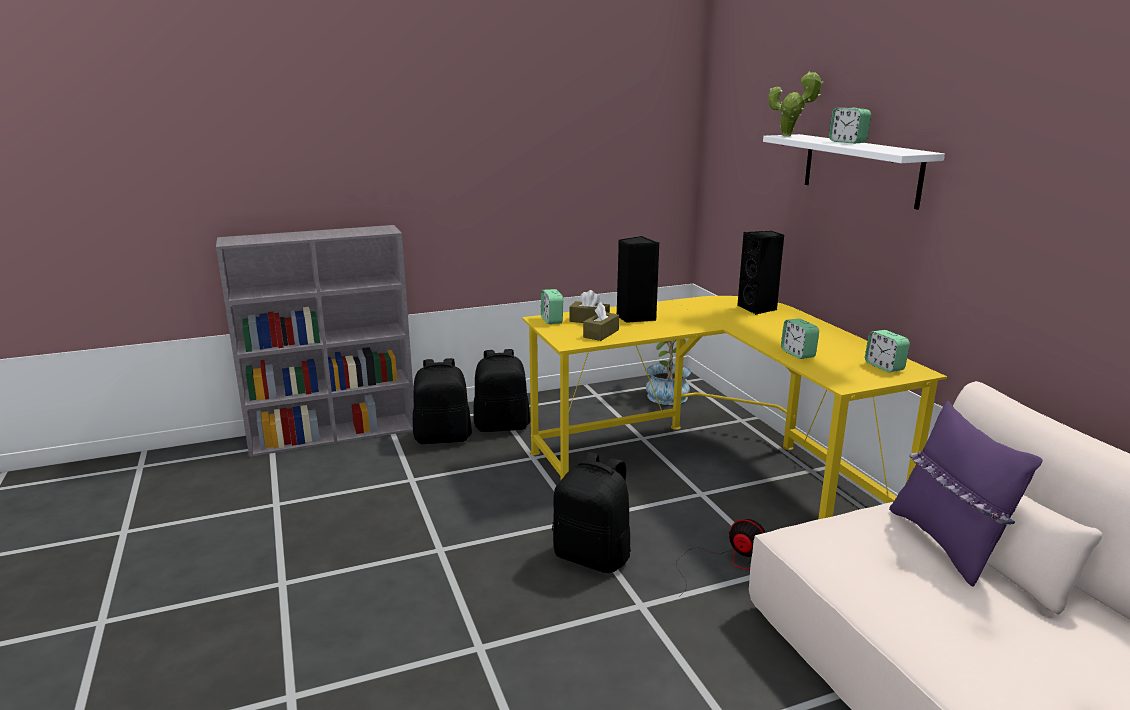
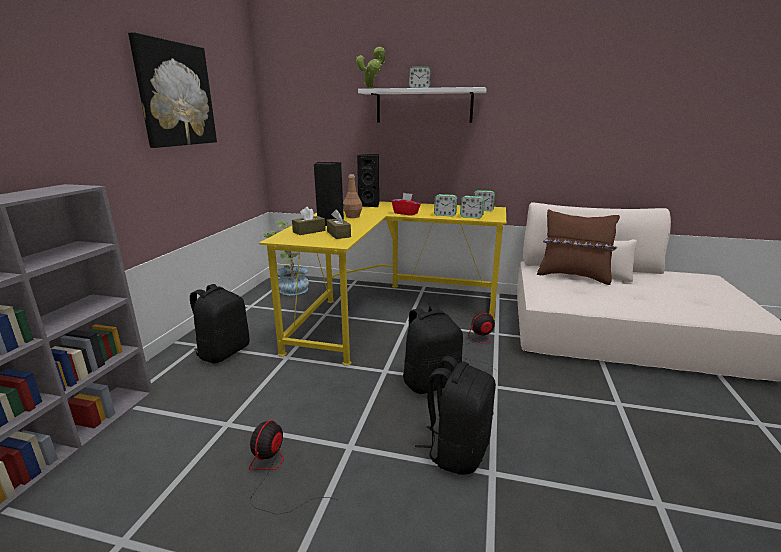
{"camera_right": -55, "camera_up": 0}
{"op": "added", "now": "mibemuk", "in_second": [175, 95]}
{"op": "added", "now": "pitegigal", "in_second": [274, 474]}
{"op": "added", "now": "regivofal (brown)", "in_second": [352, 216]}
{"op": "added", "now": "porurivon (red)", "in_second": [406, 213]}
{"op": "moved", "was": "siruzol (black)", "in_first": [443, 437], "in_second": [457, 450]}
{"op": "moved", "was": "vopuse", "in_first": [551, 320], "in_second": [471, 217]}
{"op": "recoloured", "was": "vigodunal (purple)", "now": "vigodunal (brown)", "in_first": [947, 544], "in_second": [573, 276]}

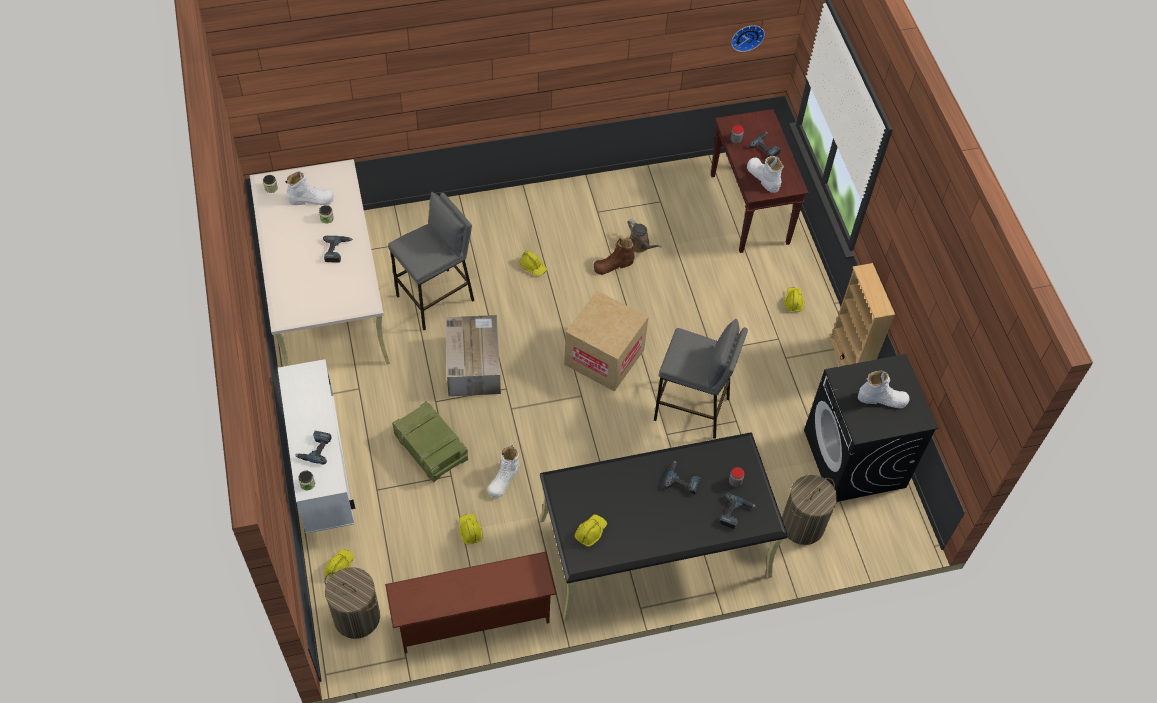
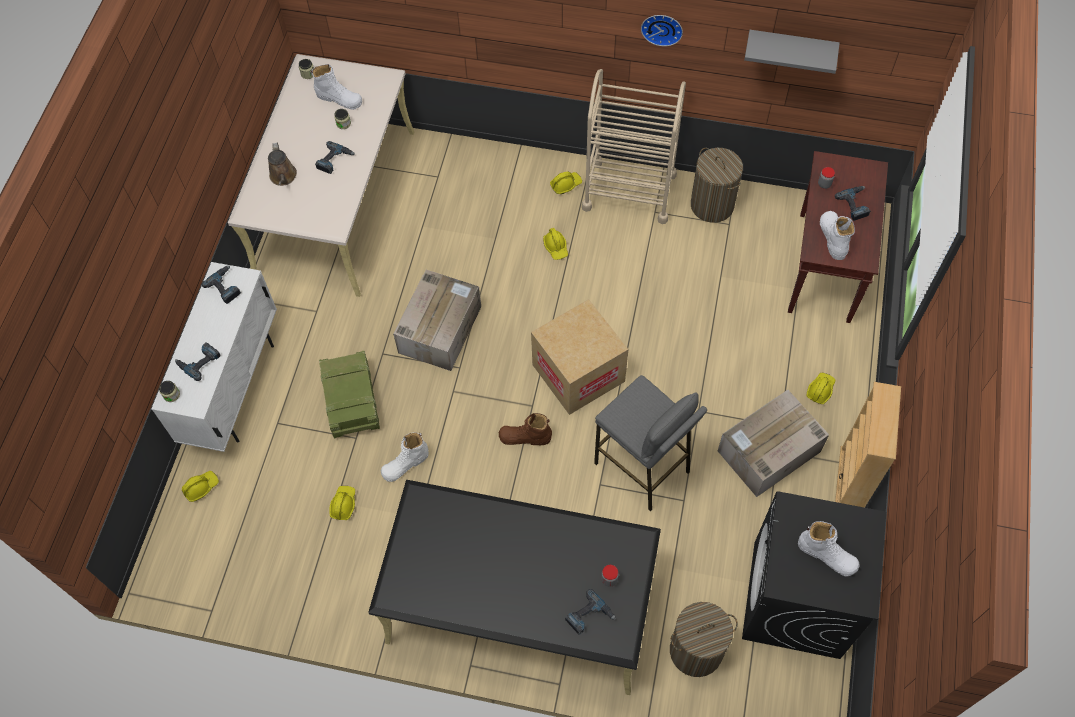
{"camera_right": 30, "camera_up": 5}
{"op": "moved", "was": "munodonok", "in_first": [682, 480], "in_second": [225, 286]}
{"op": "moved", "was": "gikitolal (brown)", "in_first": [640, 245], "in_second": [283, 177]}
{"op": "moved", "was": "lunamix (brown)", "in_first": [613, 265], "in_second": [525, 437]}
{"op": "moved", "was": "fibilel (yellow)", "in_first": [590, 532], "in_second": [565, 184]}
{"op": "added", "now": "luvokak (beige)", "in_second": [629, 191]}
{"op": "moved", "was": "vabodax", "in_first": [747, 36], "in_second": [662, 28]}
{"op": "moved", "was": "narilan", "in_first": [357, 617], "in_second": [712, 205]}
{"op": "added", "now": "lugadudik", "in_second": [768, 452]}
{"op": "added", "now": "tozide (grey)", "in_second": [791, 47]}
{"op": "removed", "was": "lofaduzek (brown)", "in_first": [473, 619]}
{"op": "removed", "was": "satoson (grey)", "in_first": [436, 299]}

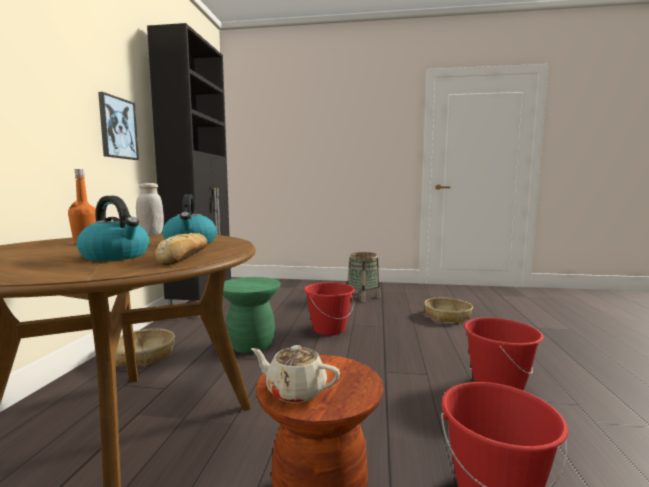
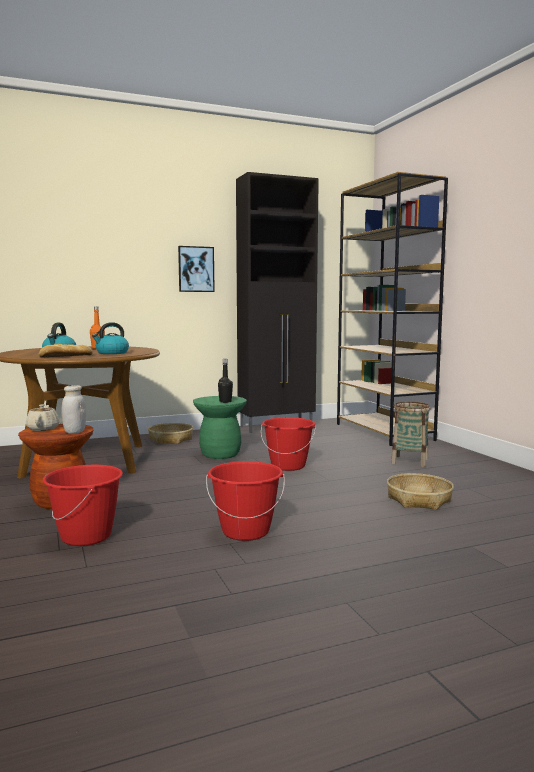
{"camera_right": 60, "camera_up": 0}
{"op": "moved", "was": "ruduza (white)", "in_first": [151, 234], "in_second": [74, 432]}
{"op": "added", "now": "regivofal (black)", "in_second": [225, 401]}
{"op": "added", "now": "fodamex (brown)", "in_second": [384, 432]}

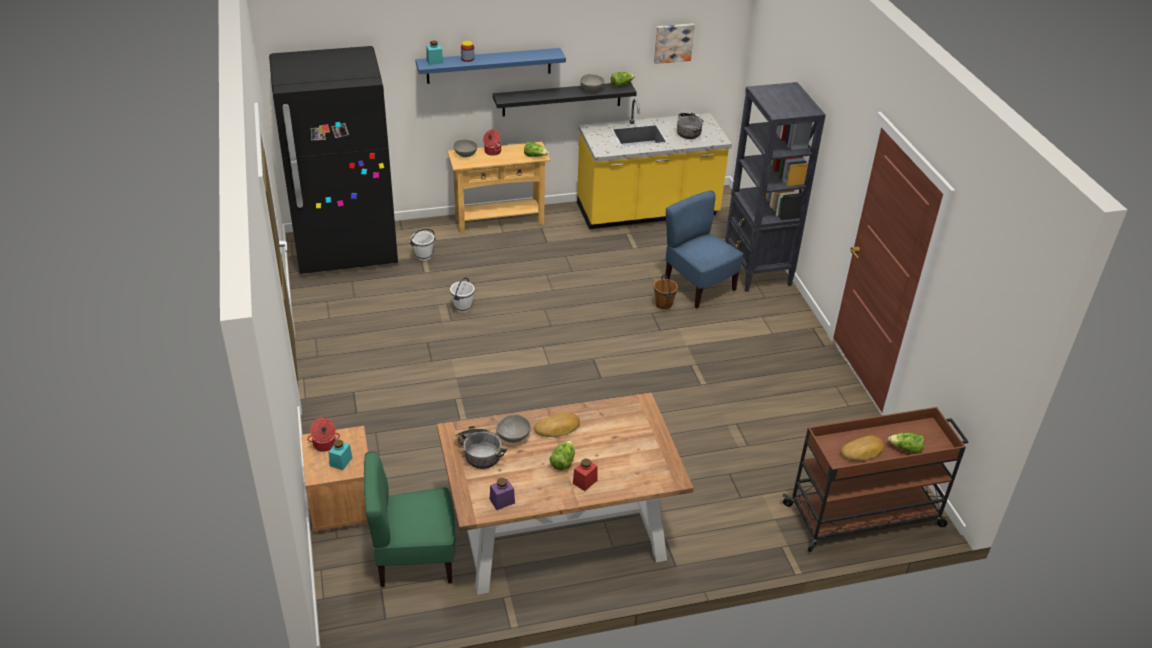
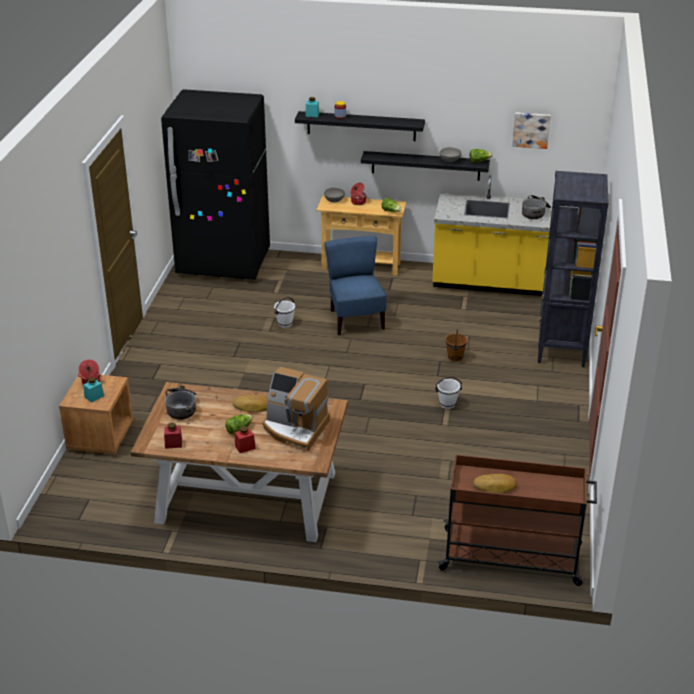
{"camera_right": 25, "camera_up": -5}
{"op": "recoloured", "was": "ruduza (purple)", "now": "ruduza (red)", "in_first": [502, 501], "in_second": [173, 443]}
{"op": "added", "now": "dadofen", "in_second": [295, 428]}
{"op": "recoloured", "was": "tozide (blue)", "now": "tozide (black)", "in_first": [489, 65], "in_second": [361, 126]}
{"op": "moved", "was": "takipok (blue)", "in_first": [698, 286], "in_second": [355, 320]}
{"op": "moved", "was": "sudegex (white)", "in_first": [423, 256], "in_second": [447, 404]}
{"op": "removed", "was": "takipok (green)", "in_first": [414, 559]}
{"op": "removed", "was": "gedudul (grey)", "in_first": [513, 437]}
{"op": "removed", "was": "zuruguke", "in_first": [906, 449]}

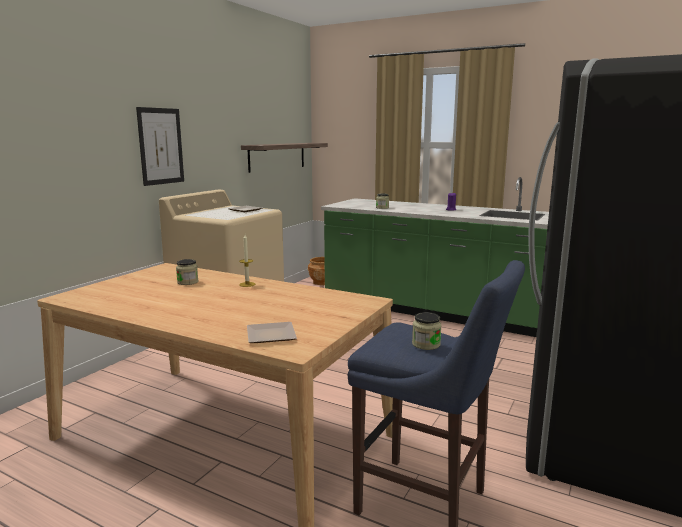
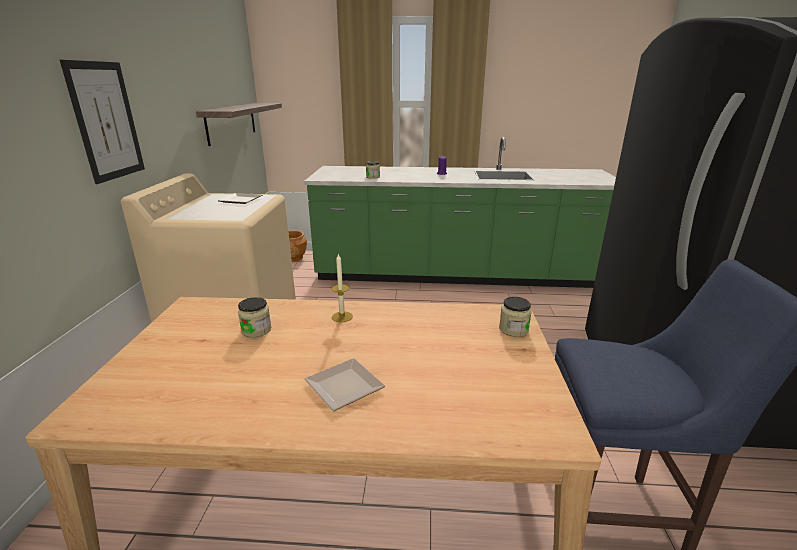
{"camera_right": -25, "camera_up": 10}
{"op": "moved", "was": "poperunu", "in_first": [273, 336], "in_second": [347, 387]}
{"op": "moved", "was": "ruduza", "in_first": [426, 344], "in_second": [513, 329]}

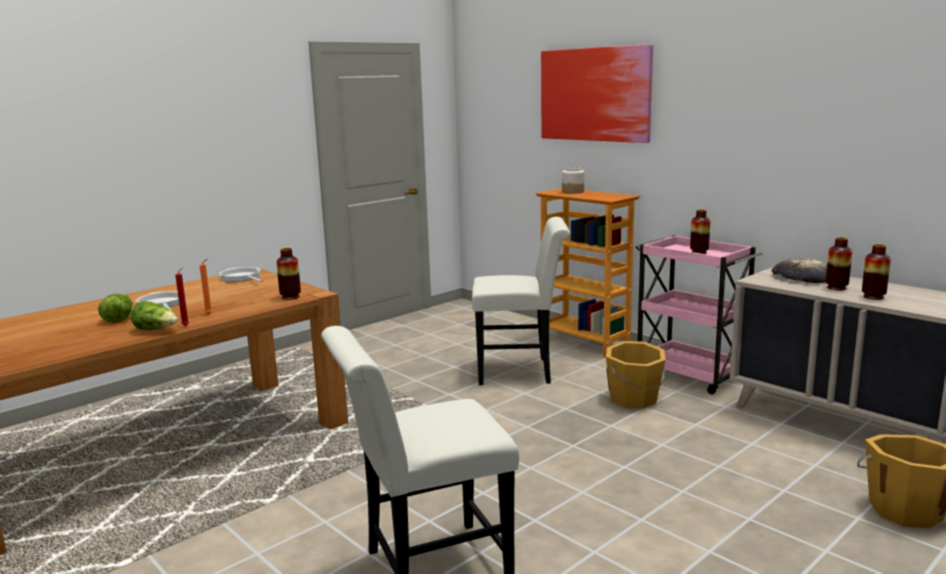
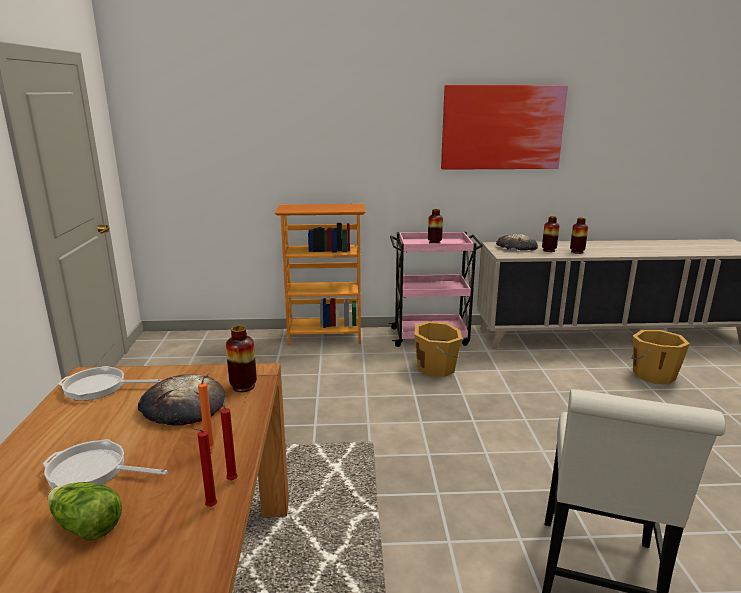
{"camera_right": -50, "camera_up": 5}
{"op": "added", "now": "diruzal", "in_second": [183, 405]}
{"op": "replaced", "was": "zuruguke", "now": "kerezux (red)", "in_first": [156, 330], "in_second": [209, 507]}
{"op": "moved", "was": "mibemuk", "in_first": [595, 94], "in_second": [502, 127]}
{"op": "removed", "was": "takipok (white)", "in_first": [520, 371]}
{"op": "removed", "was": "ruduza", "in_first": [573, 192]}

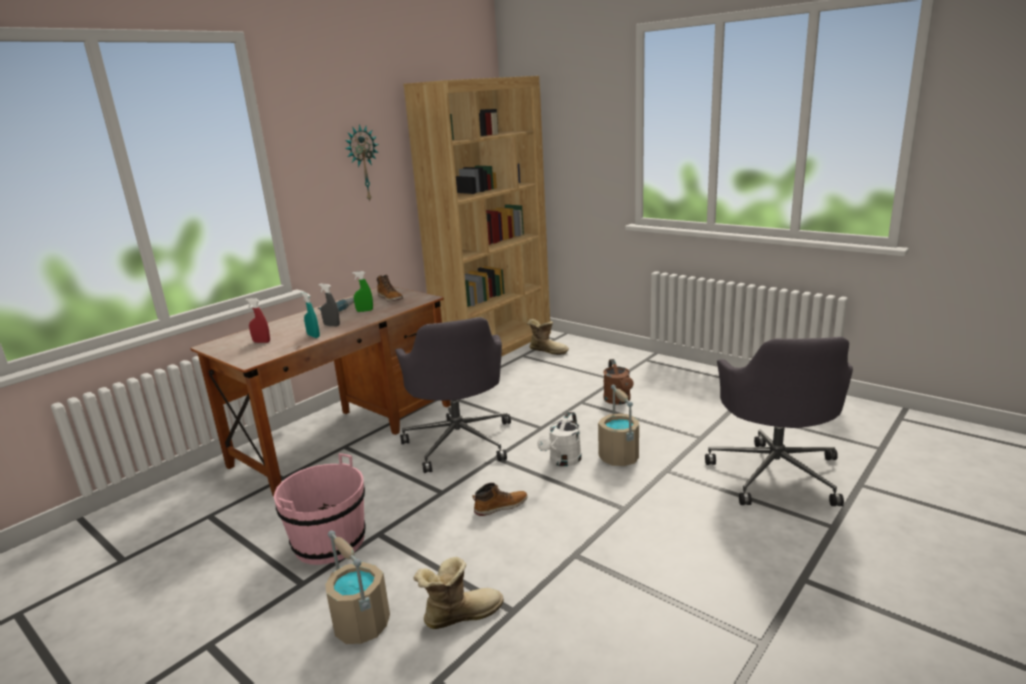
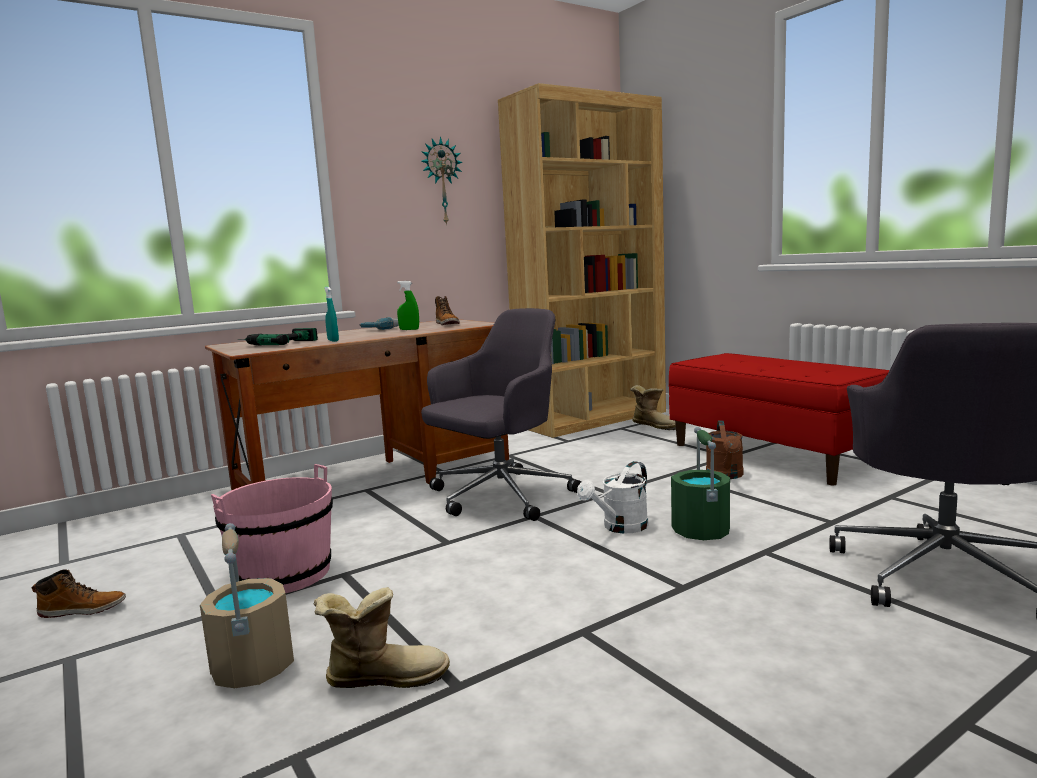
{"camera_right": 15, "camera_up": -10}
{"op": "moved", "was": "lunamix", "in_first": [500, 506], "in_second": [83, 609]}
{"op": "replaced", "was": "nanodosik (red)", "now": "munodonok", "in_first": [261, 342], "in_second": [276, 343]}
{"op": "turned", "was": "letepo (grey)", "in_first": [459, 441], "in_second": [499, 497], "clockwise": -135}
{"op": "added", "now": "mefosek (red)", "in_second": [772, 455]}
{"op": "recoloured", "was": "sudegex (beige)", "now": "sudegex (green)", "in_first": [619, 457], "in_second": [701, 531]}
{"op": "removed", "was": "nanodosik (grey)", "in_first": [332, 325]}

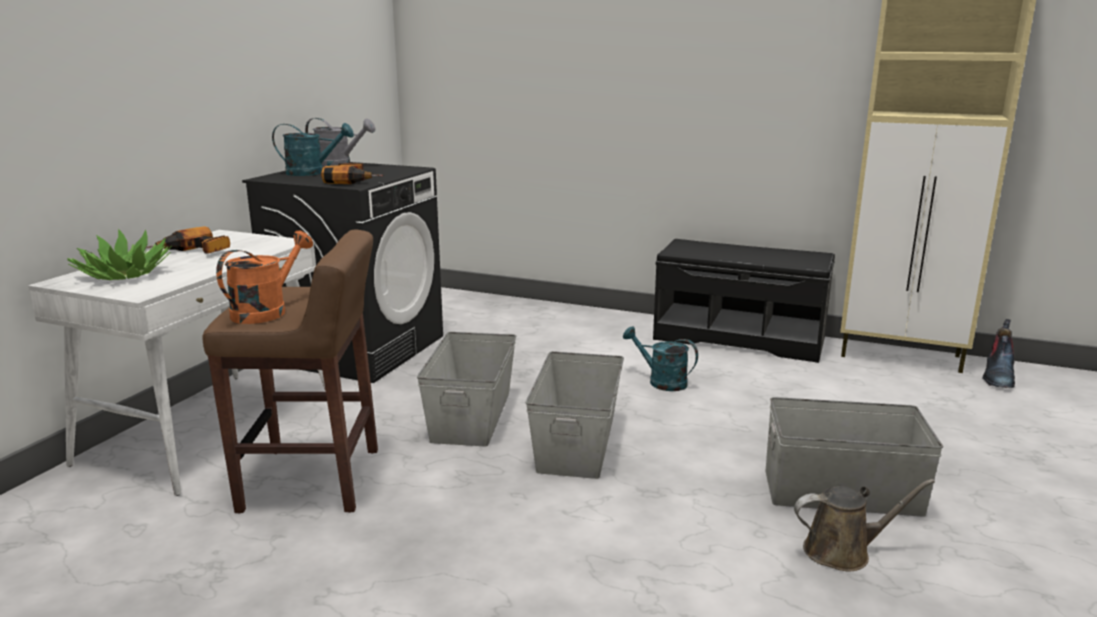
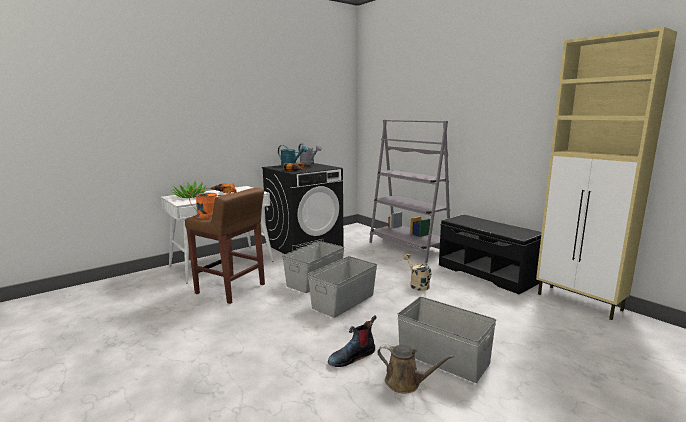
{"camera_right": 30, "camera_up": -5}
{"op": "moved", "was": "lunamix", "in_first": [998, 376], "in_second": [352, 356]}
{"op": "added", "now": "fodamex (grey)", "in_second": [408, 248]}
{"op": "recoloured", "was": "gikitolal (turquoise)", "now": "gikitolal (beige)", "in_first": [661, 381], "in_second": [417, 284]}

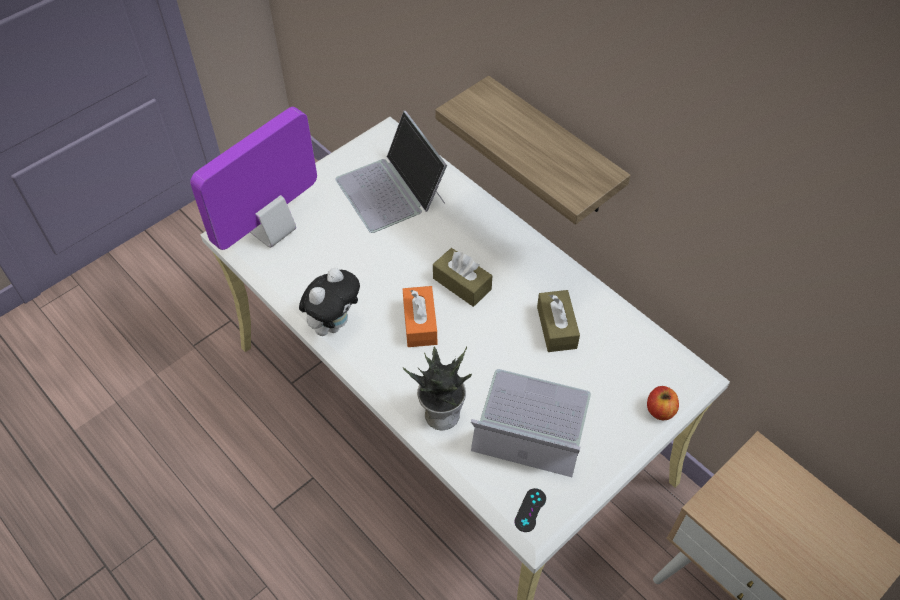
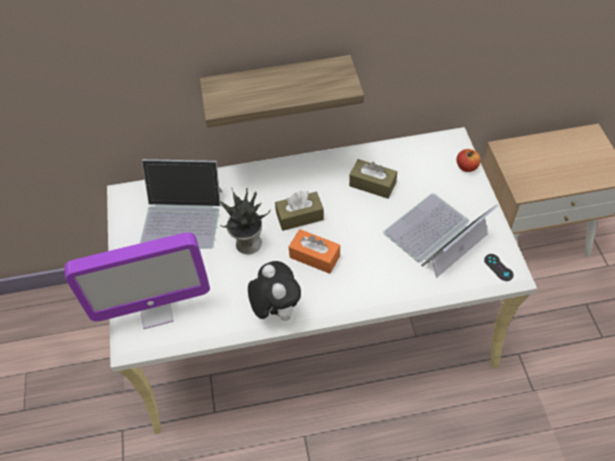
{"camera_right": -55, "camera_up": 0}
{"op": "turned", "was": "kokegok", "in_first": [272, 231], "in_second": [156, 311], "clockwise": -90}
{"op": "moved", "was": "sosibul", "in_first": [442, 413], "in_second": [247, 243]}

